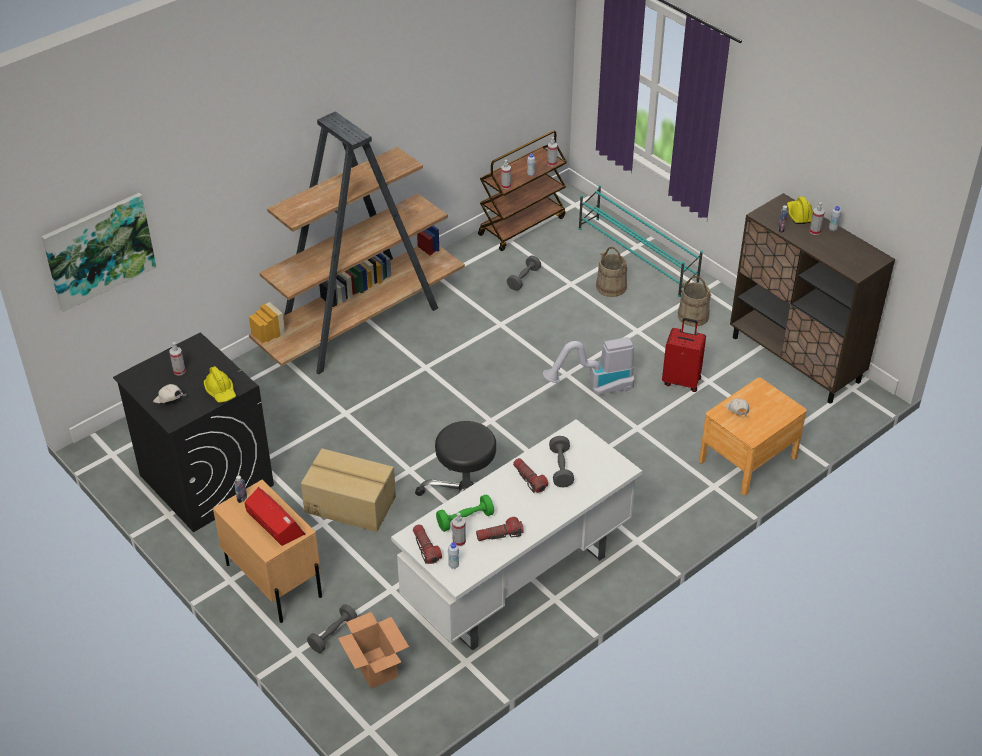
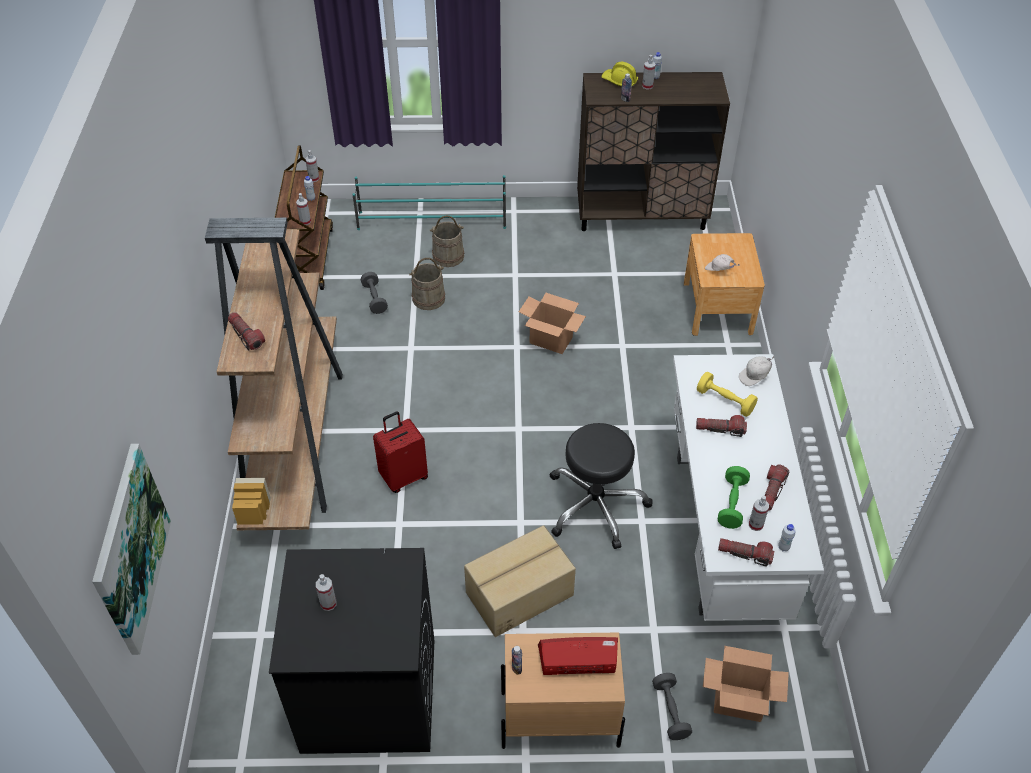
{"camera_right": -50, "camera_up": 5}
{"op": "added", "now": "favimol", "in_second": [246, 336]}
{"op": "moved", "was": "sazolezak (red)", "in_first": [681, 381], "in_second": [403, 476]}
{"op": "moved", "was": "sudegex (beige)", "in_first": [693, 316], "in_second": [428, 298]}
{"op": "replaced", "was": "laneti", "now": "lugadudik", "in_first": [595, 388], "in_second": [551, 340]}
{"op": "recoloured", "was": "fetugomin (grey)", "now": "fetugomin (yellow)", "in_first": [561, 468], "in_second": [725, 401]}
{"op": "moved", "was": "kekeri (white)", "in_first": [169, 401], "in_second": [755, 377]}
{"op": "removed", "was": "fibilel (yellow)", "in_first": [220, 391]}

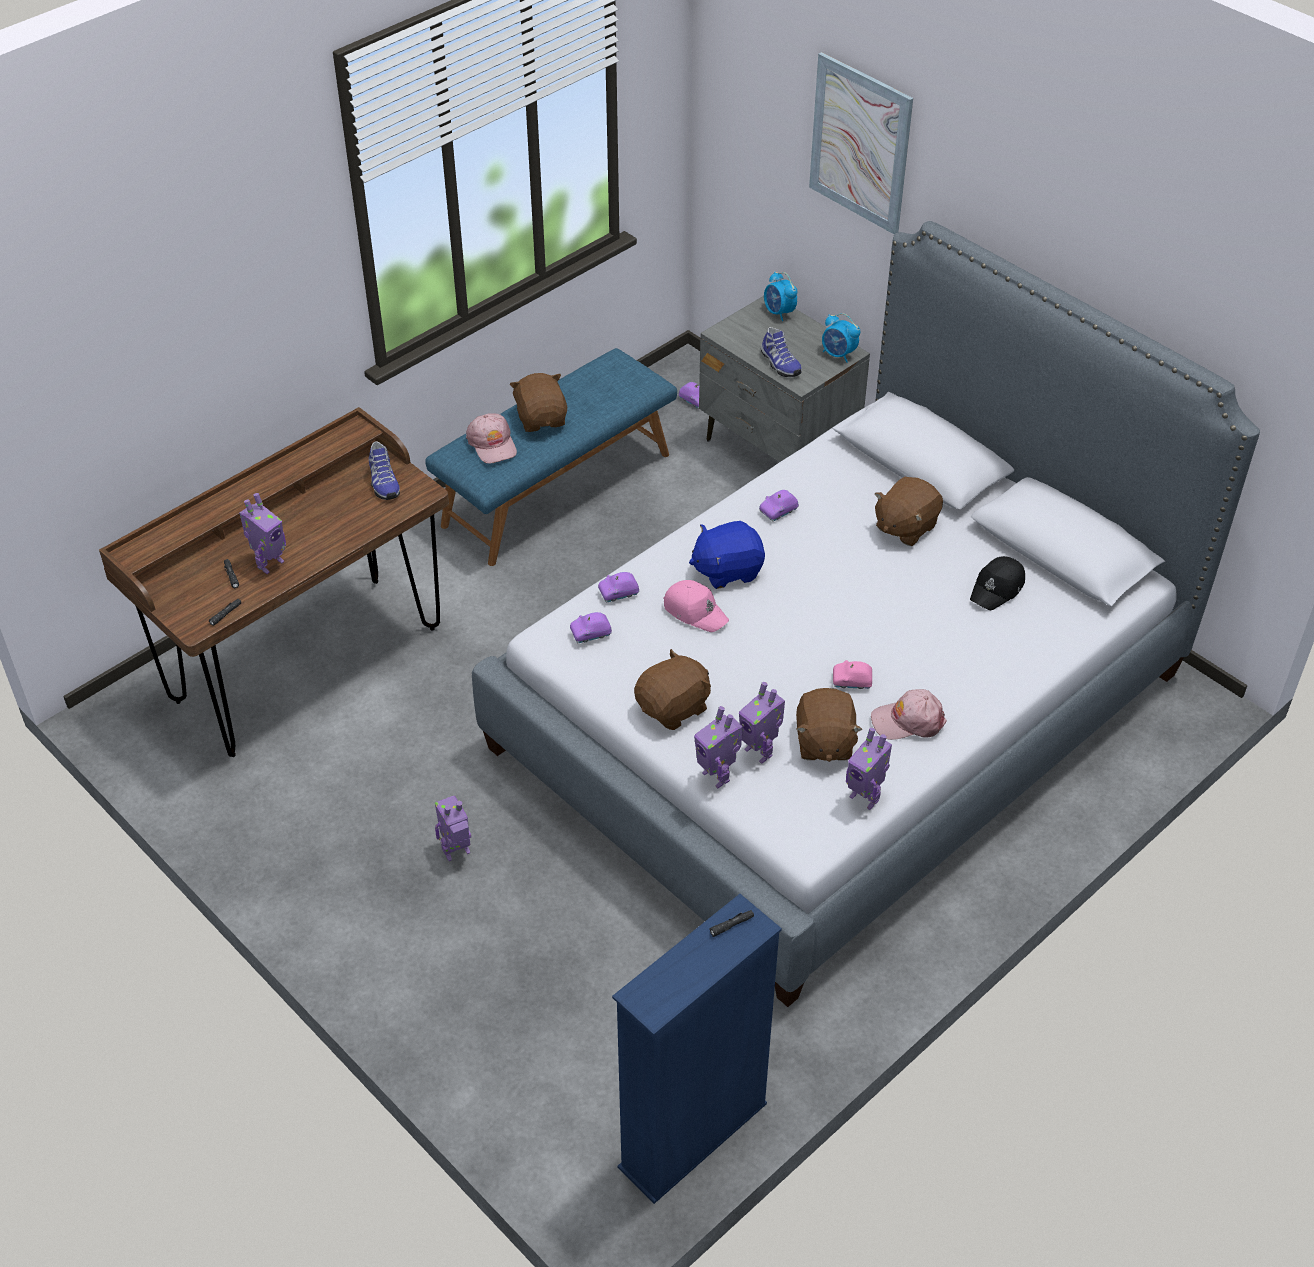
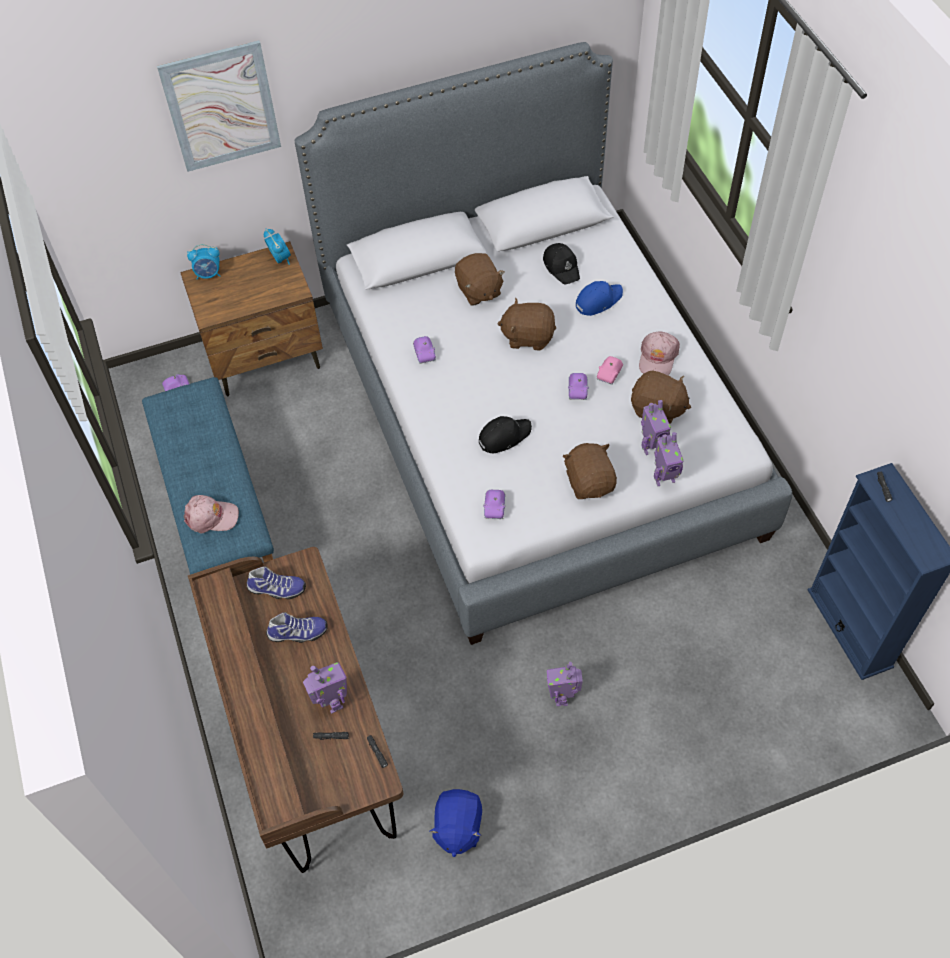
{"camera_right": -65, "camera_up": 10}
{"op": "recoloured", "was": "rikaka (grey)", "now": "rikaka (brown)", "in_first": [778, 450], "in_second": [265, 357]}
{"op": "turned", "was": "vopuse", "in_first": [838, 354], "in_second": [280, 258], "clockwise": -90}
{"op": "moved", "was": "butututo", "in_first": [779, 364], "in_second": [298, 633]}
{"op": "moved", "was": "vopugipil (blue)", "in_first": [727, 570], "in_second": [457, 827]}
{"op": "recoloured", "was": "kekeri (pink)", "now": "kekeri (black)", "in_first": [695, 611], "in_second": [503, 436]}
{"op": "moved", "was": "vopugipil (brown)", "in_first": [541, 419], "in_second": [528, 336]}
{"op": "moved", "was": "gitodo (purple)", "in_first": [619, 593], "in_second": [578, 390]}
{"op": "added", "now": "kekeri (blue)", "in_second": [598, 300]}
{"op": "removed", "was": "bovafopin", "in_first": [865, 797]}

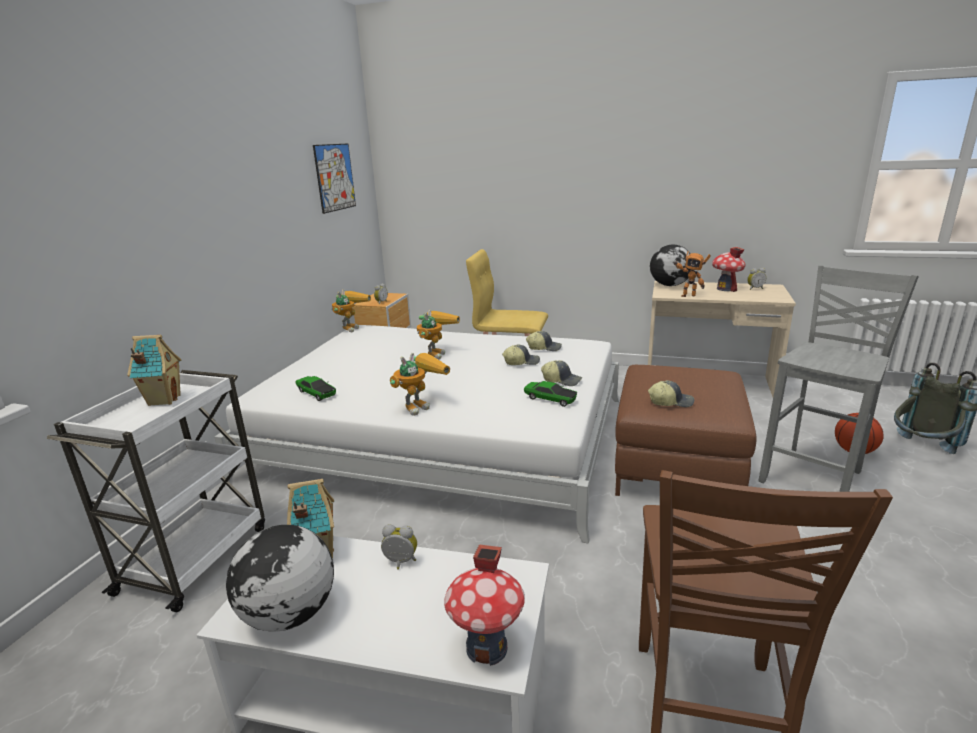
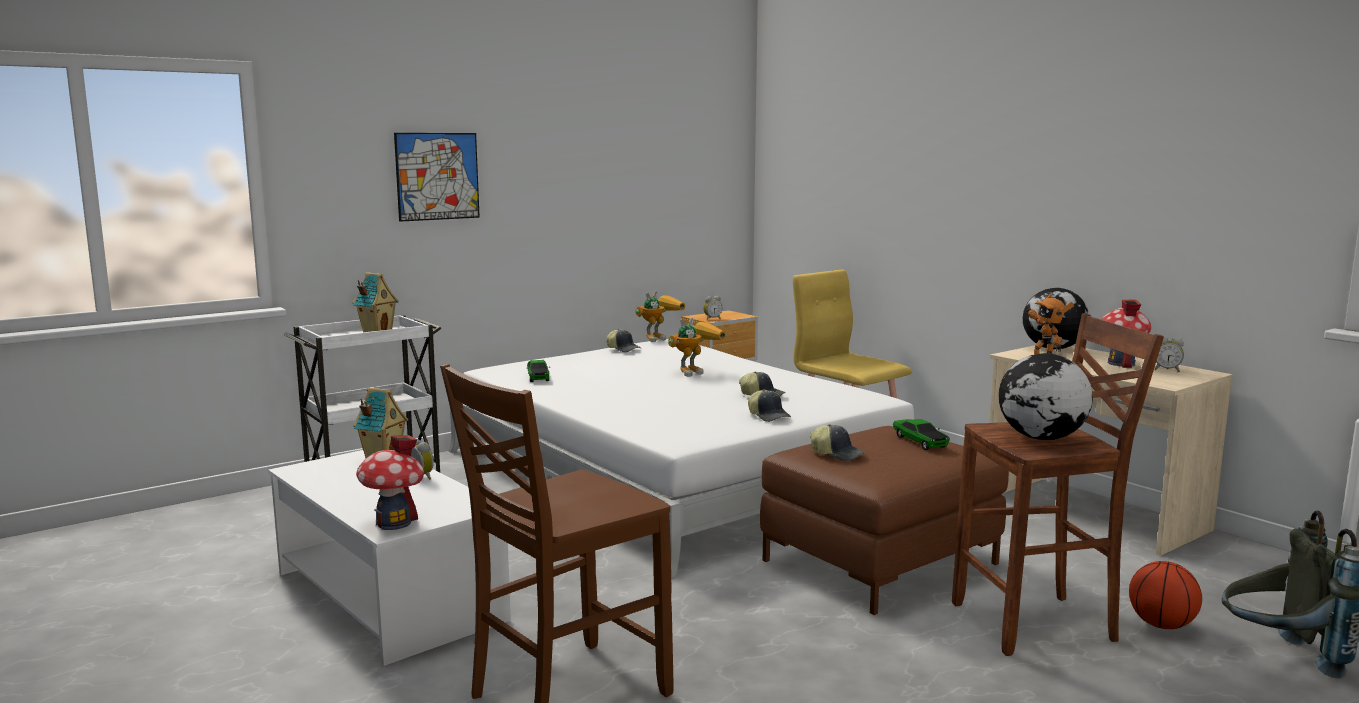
{"camera_right": 35, "camera_up": -10}
{"op": "moved", "was": "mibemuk", "in_first": [335, 177], "in_second": [437, 176]}
{"op": "moved", "was": "kekeri", "in_first": [544, 348], "in_second": [624, 349]}
{"op": "moved", "was": "gitodo", "in_first": [550, 399], "in_second": [920, 441]}
{"op": "recoloured", "was": "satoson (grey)", "now": "satoson (brown)", "in_first": [814, 477], "in_second": [1038, 624]}
{"op": "moved", "was": "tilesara", "in_first": [289, 615], "in_second": [1040, 438]}
{"op": "removed", "was": "bovafopin", "in_first": [421, 405]}

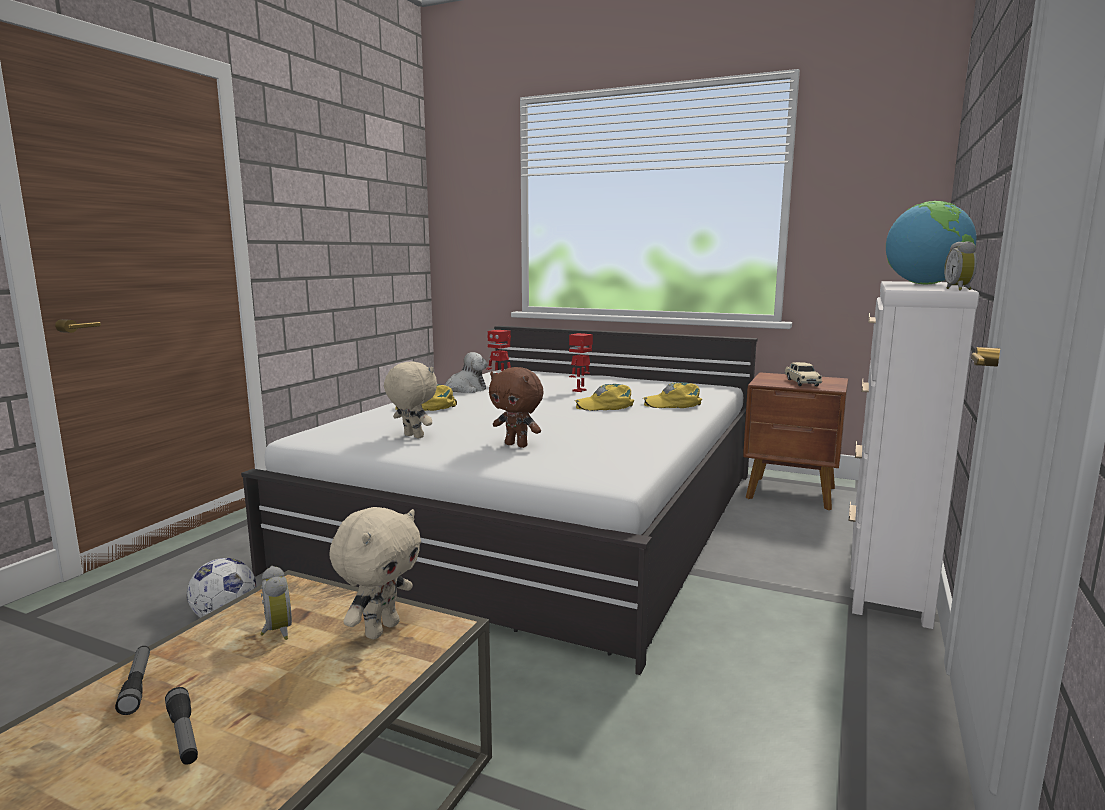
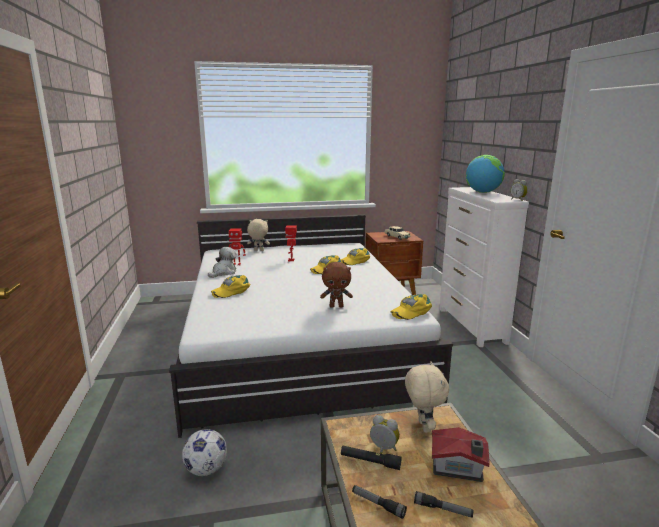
{"camera_right": -35, "camera_up": 5}
{"op": "moved", "was": "vopugipil (beige)", "in_first": [412, 436], "in_second": [258, 250]}
{"op": "added", "now": "favimol (black)", "in_second": [370, 461]}
{"op": "added", "now": "kekeri (yellow)", "in_second": [411, 311]}
{"op": "added", "now": "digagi", "in_second": [458, 468]}

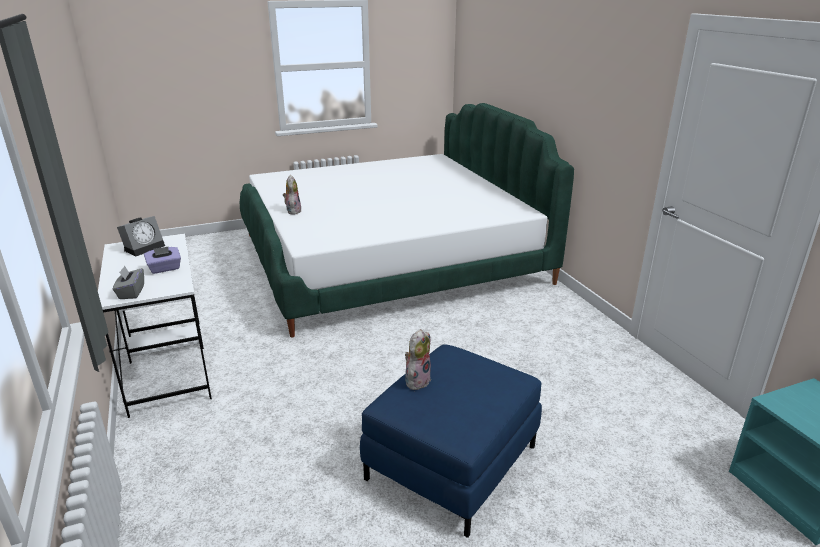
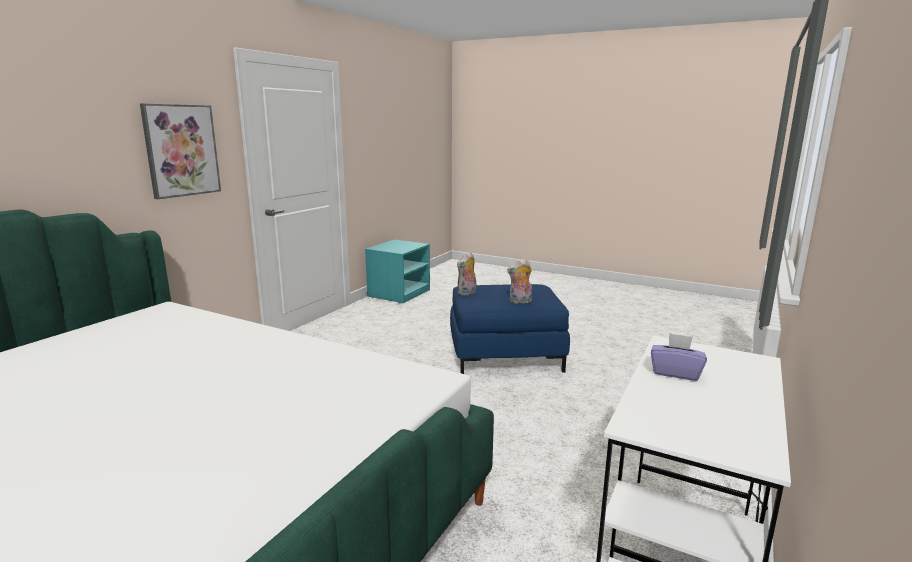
{"camera_right": -130, "camera_up": -10}
{"op": "added", "now": "mibemuk", "in_second": [181, 150]}
{"op": "moved", "was": "vopugipil", "in_first": [293, 211], "in_second": [467, 293]}
{"op": "removed", "was": "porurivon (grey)", "in_first": [131, 292]}
{"op": "removed", "was": "vopuse", "in_first": [144, 247]}

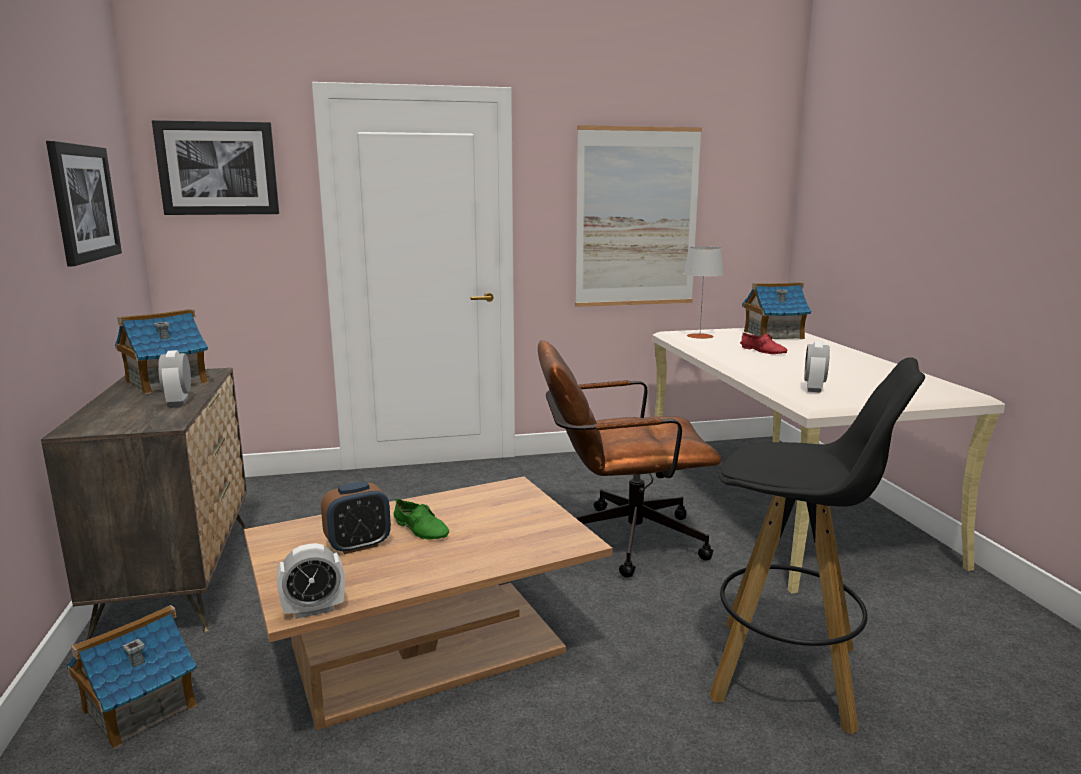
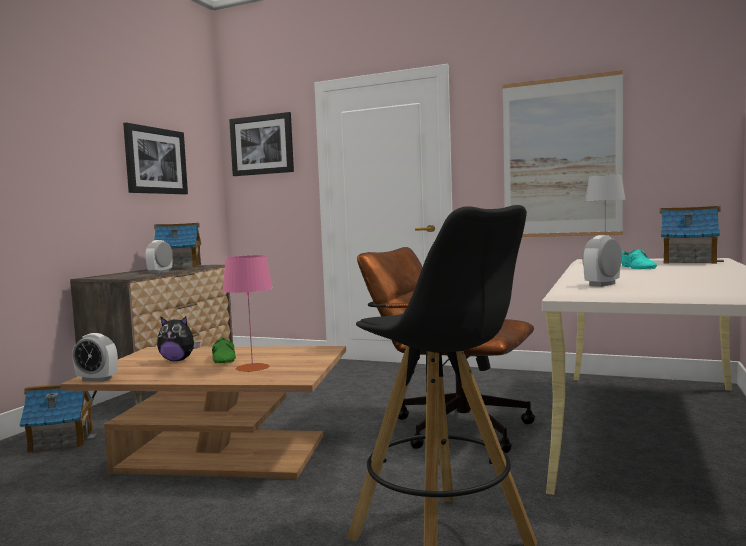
{"camera_right": 35, "camera_up": -10}
{"op": "replaced", "was": "vopuse", "now": "vopugipil", "in_first": [358, 545], "in_second": [178, 360]}
{"op": "added", "now": "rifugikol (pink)", "in_second": [252, 367]}
{"op": "recoloured", "was": "butututo (red)", "now": "butututo (turquoise)", "in_first": [763, 351], "in_second": [638, 268]}

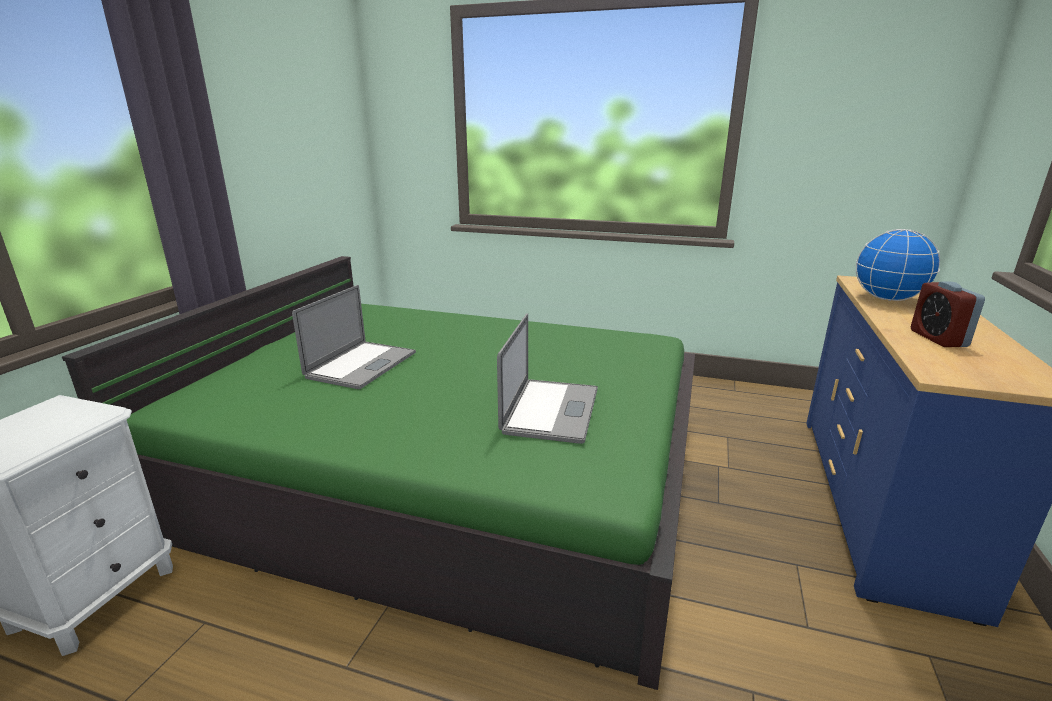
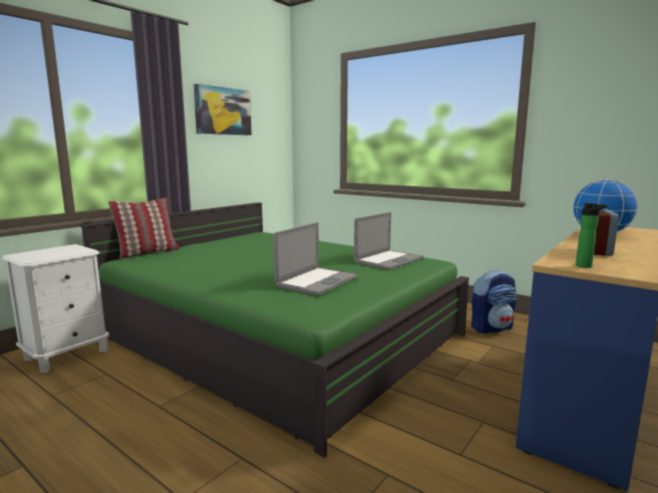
{"camera_right": 20, "camera_up": -10}
{"op": "added", "now": "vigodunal", "in_second": [147, 253]}
{"op": "added", "now": "mibemuk", "in_second": [223, 111]}
{"op": "moved", "was": "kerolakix", "in_first": [362, 365], "in_second": [389, 260]}
{"op": "added", "now": "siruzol", "in_second": [491, 328]}
{"op": "added", "now": "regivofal", "in_second": [586, 266]}

